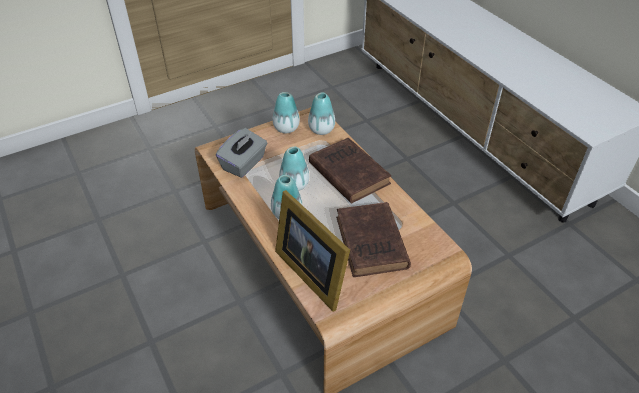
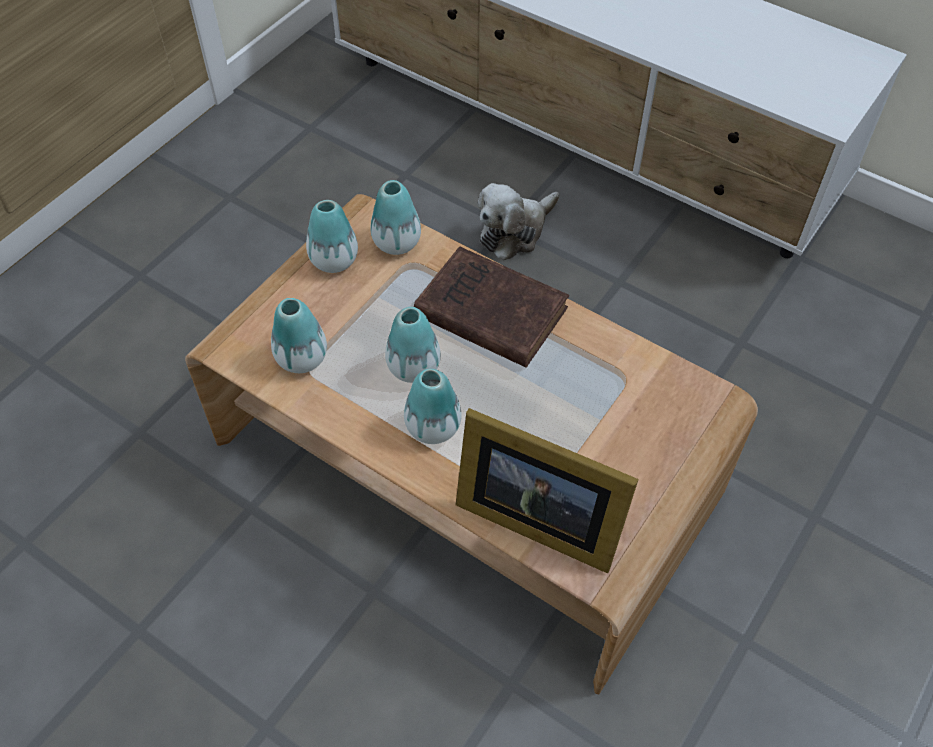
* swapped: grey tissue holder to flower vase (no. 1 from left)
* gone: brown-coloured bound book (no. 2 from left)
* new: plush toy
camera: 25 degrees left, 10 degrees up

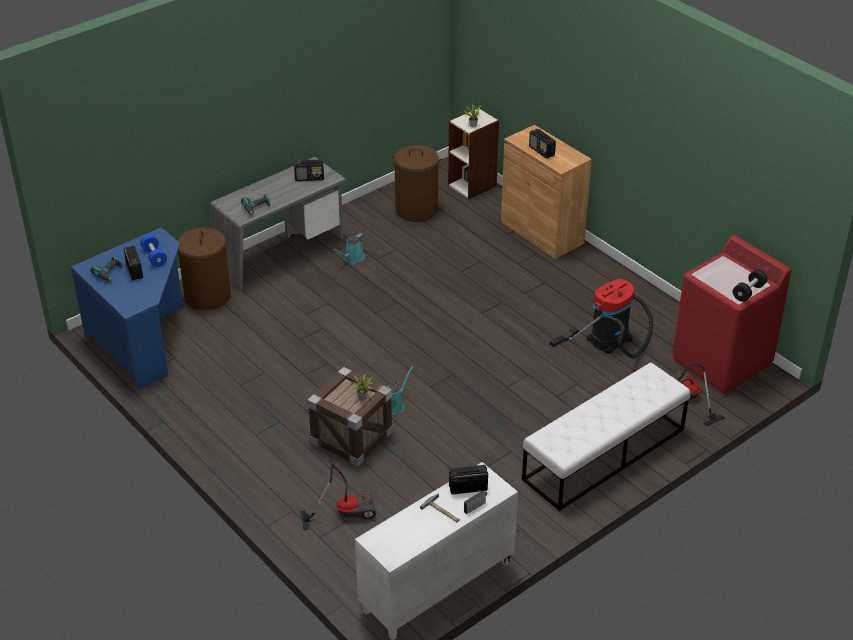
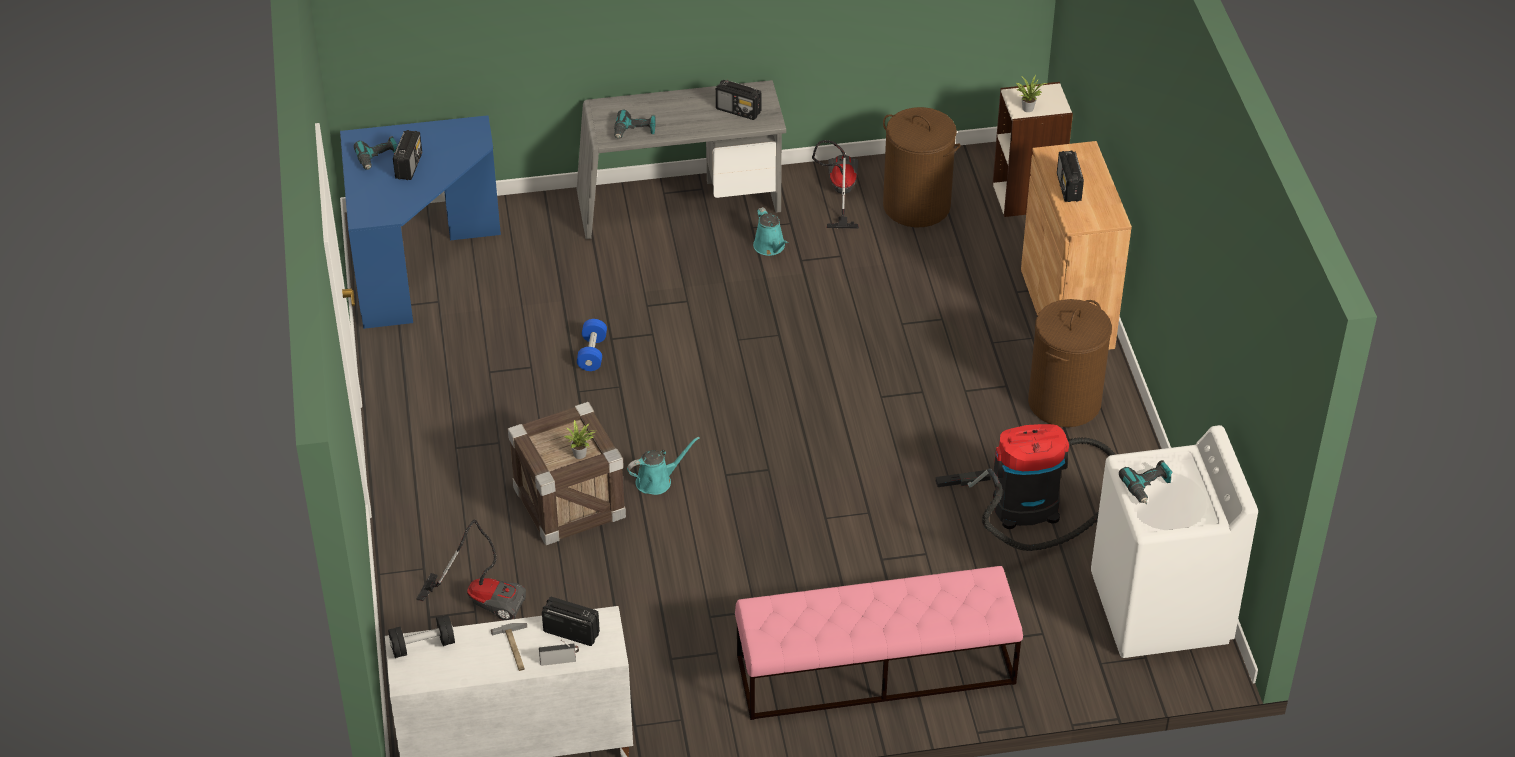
* shifted: brown-coloured hamper (no. 1 from left in the first image) to brown-coloured hamper (no. 2 from left)
* rotated: blue-green watering can (no. 1 from left in the first image) 90 degrees counterclockwise
* shifted: bluish hand weight
* repainted: red washing machine to whitish washing machine
* shifted: black-coloured hand weight
* repainted: whitish bench to pink-coloured bench
* shifted: hoover (no. 3 from left in the first image) to hoover (no. 2 from left)
* new: power drill (no. 3 from left)
camera: 30 degrees right, 5 degrees up

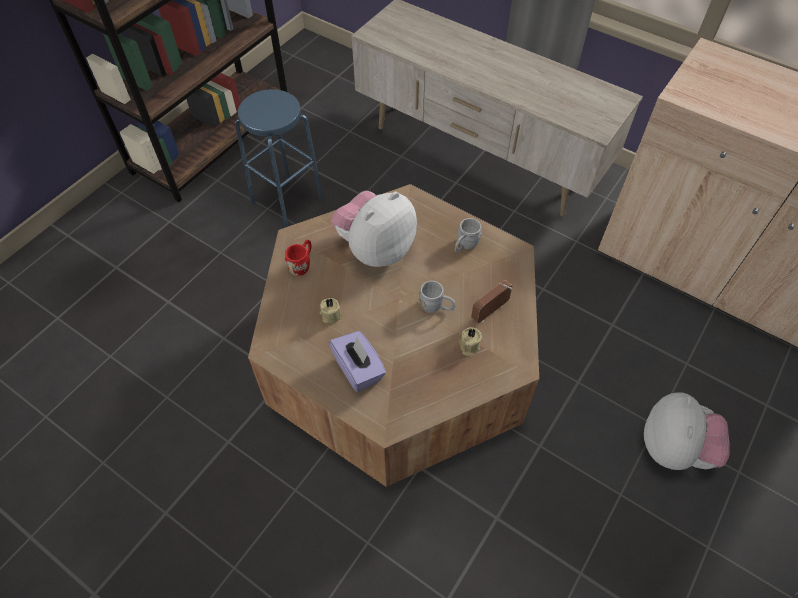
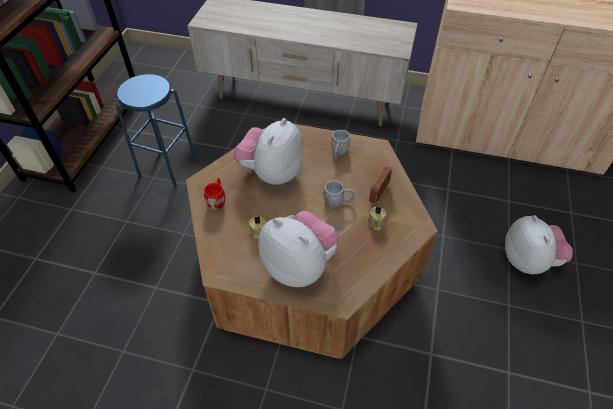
* swapped: purplish tissue holder to plush toy (no. 2 from left)
camera: 20 degrees left, 5 degrees down

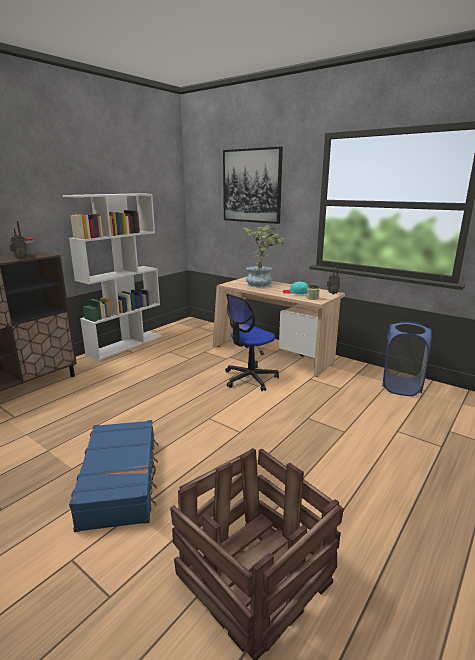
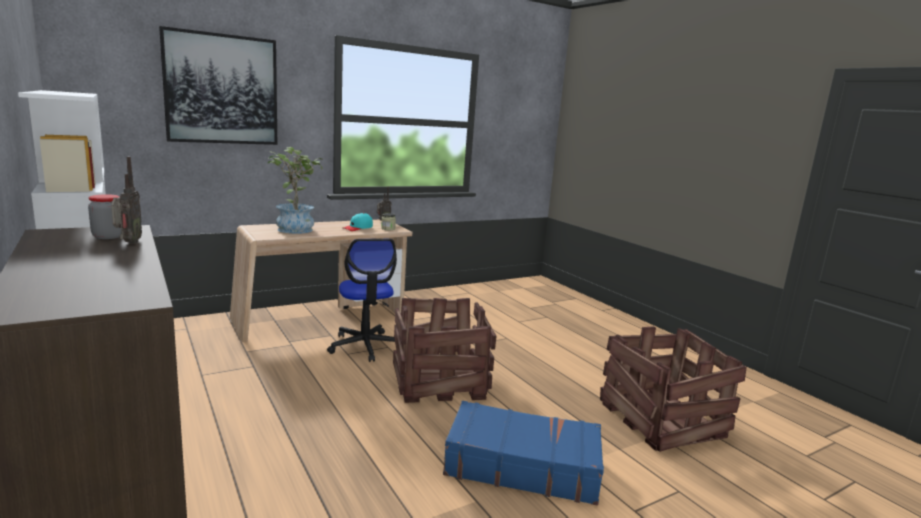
* gone: bluish hamper
* new: crate (no. 1 from left)
camera: 70 degrees left, 5 degrees down

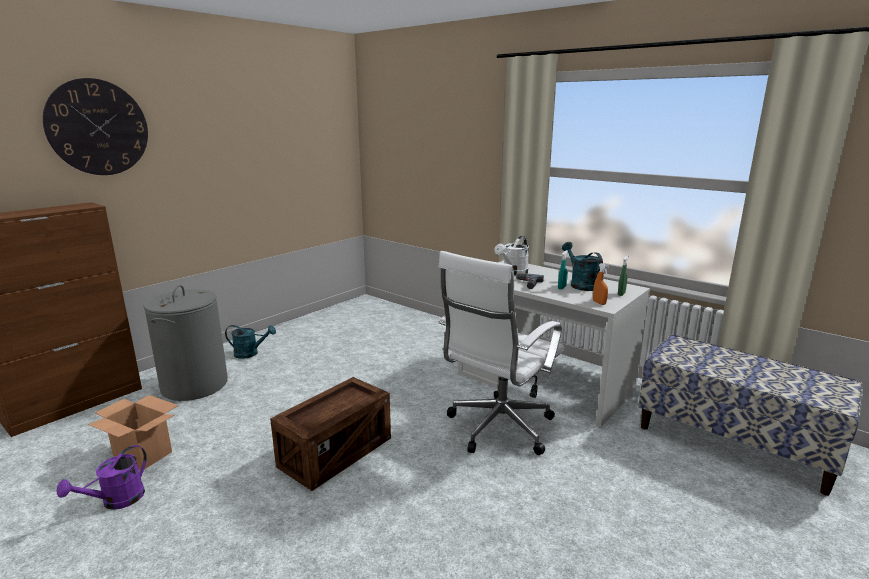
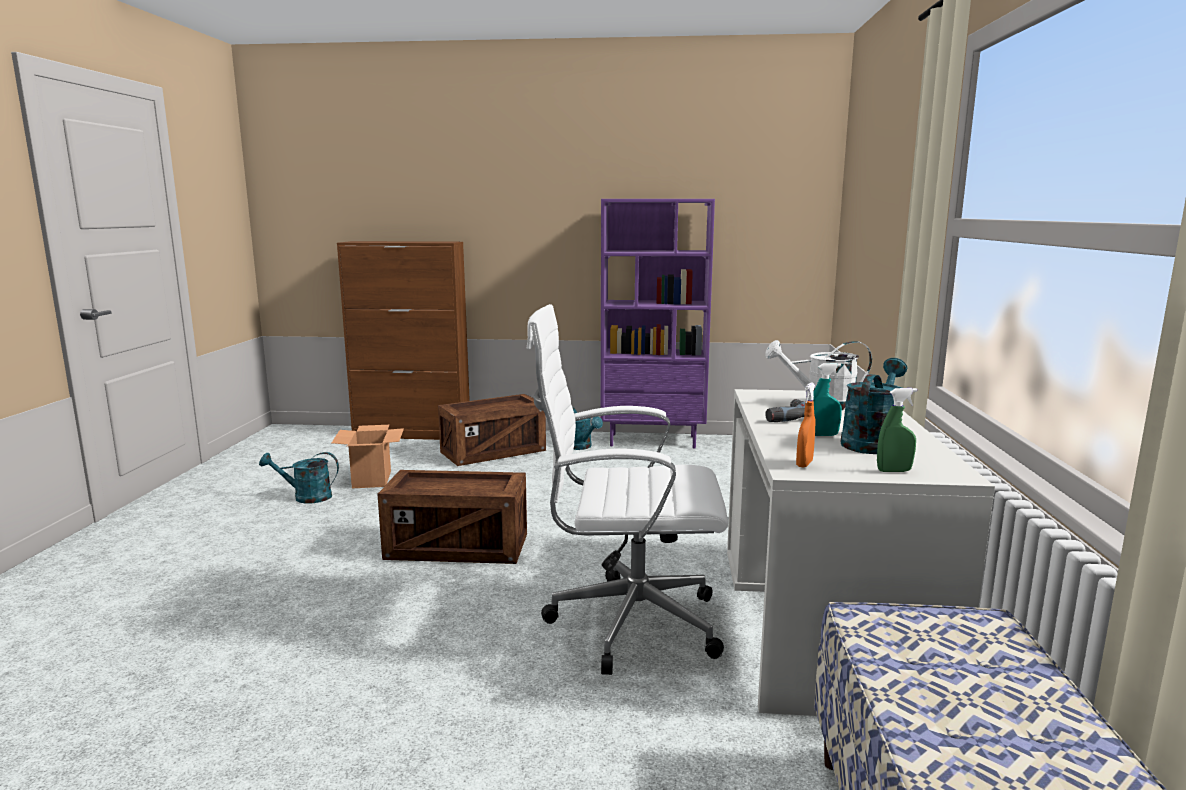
* gone: wall clock
* swapped: grey hamper to crate (no. 2 from left)
* repainted: purplish watering can to blue-green watering can (no. 1 from left)
* new: purplish shelving unit
camera: 55 degrees right, 5 degrees down

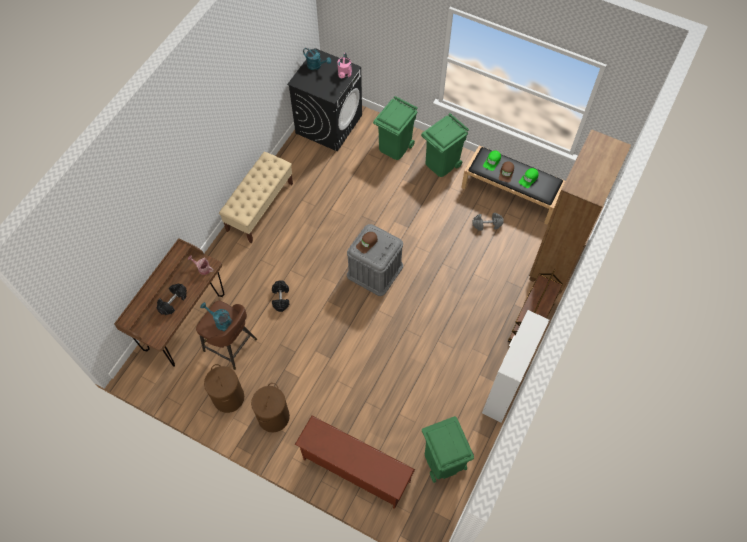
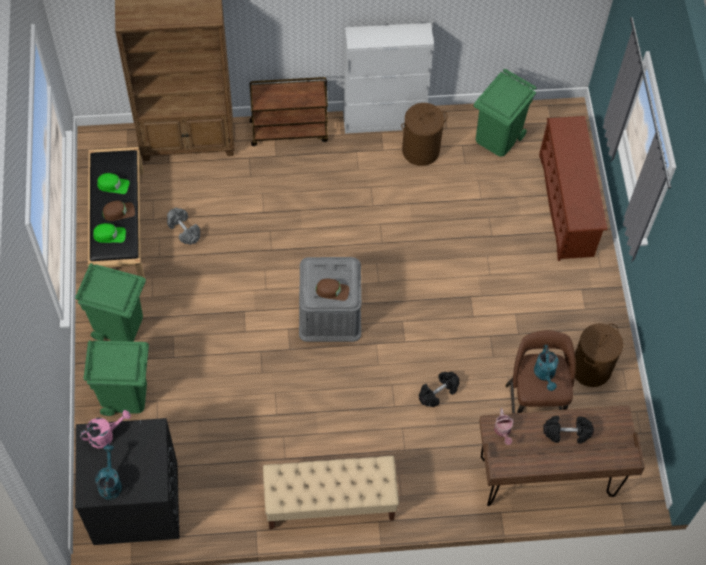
* shifted: brown-coloured hamper (no. 2 from left in the first image) to brown-coloured hamper (no. 1 from left)
camera: 125 degrees left, 0 degrees up

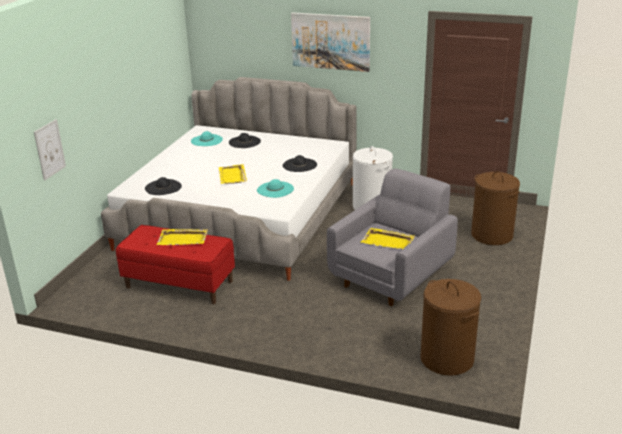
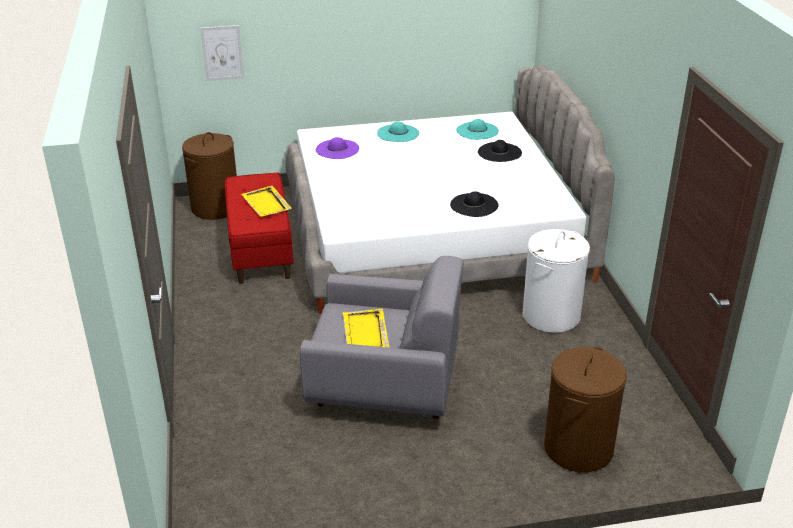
* gone: wall picture (no. 2 from left)
* gone: yellow carrying tray (no. 2 from left)
* repainted: black-coloured wearable hat (no. 1 from left) to purplish wearable hat
* shifted: blue-green wearable hat (no. 2 from left in the first image) to blue-green wearable hat (no. 1 from left)
* shifted: brown-coloured hamper (no. 1 from left)
camera: 60 degrees right, 5 degrees up

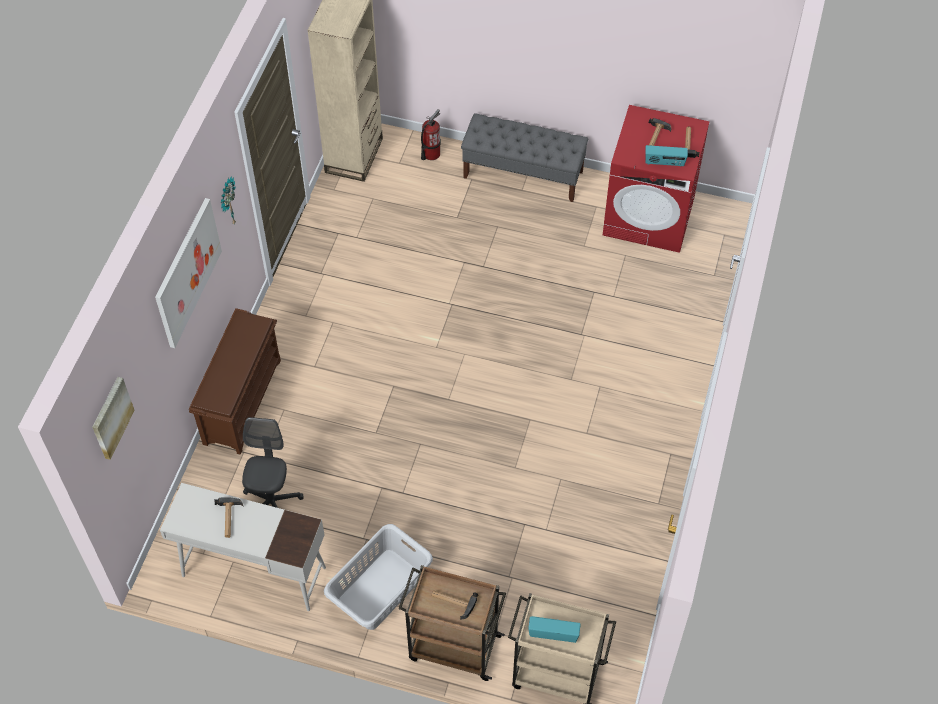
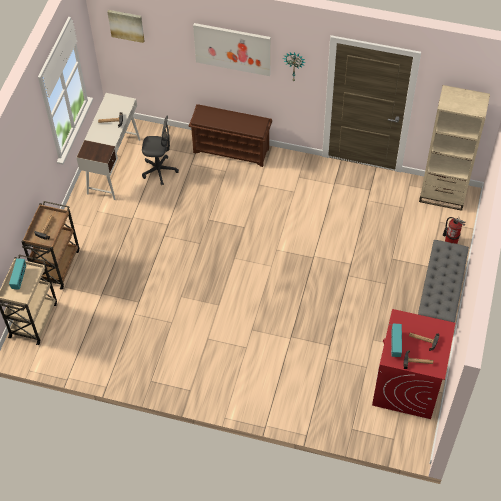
* gone: grey hamper
camera: 90 degrees right, 0 degrees up

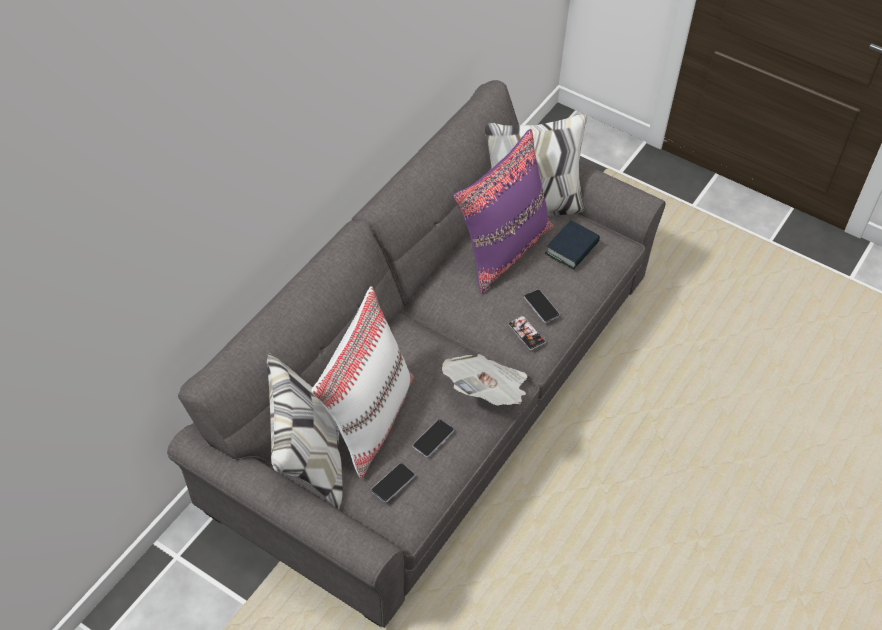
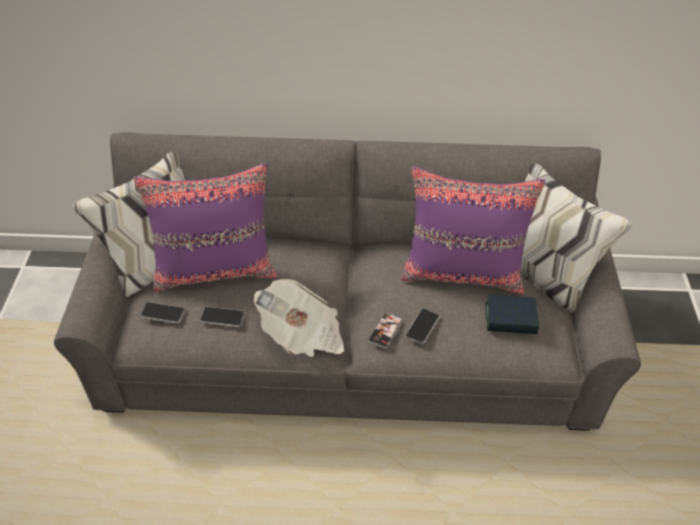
* repainted: whitish pillow to purplish pillow (no. 1 from left)
camera: 60 degrees right, 5 degrees down

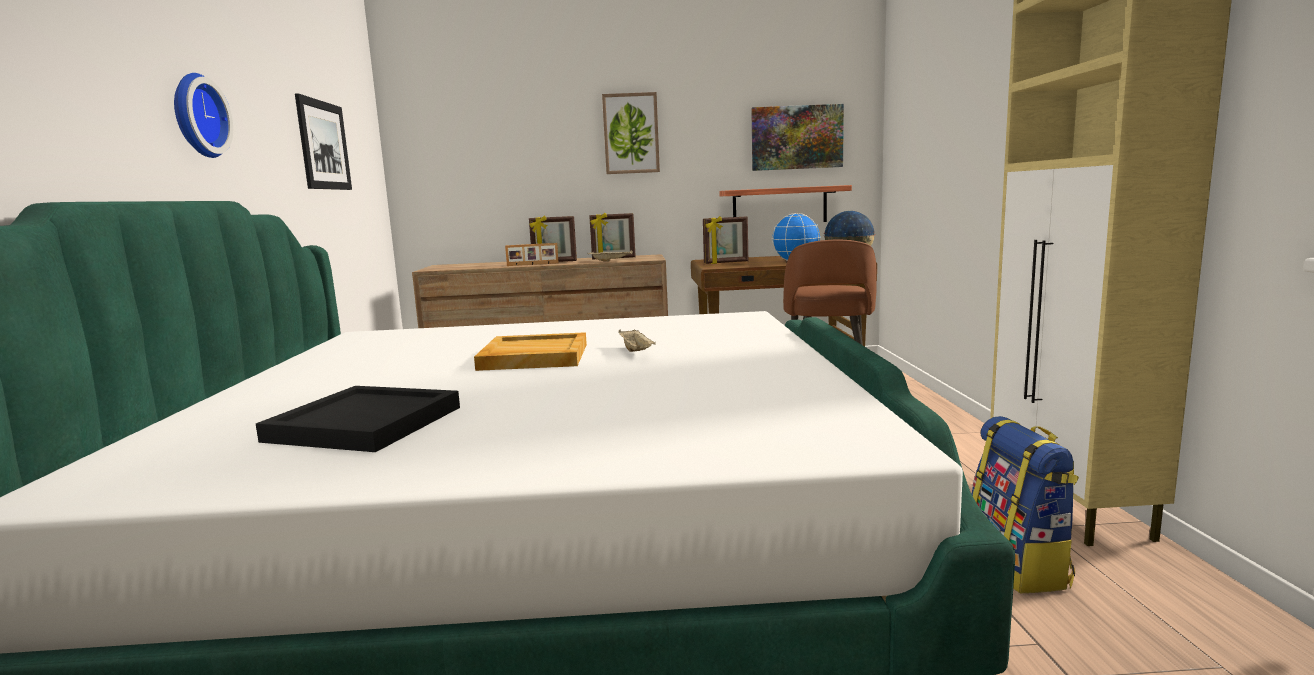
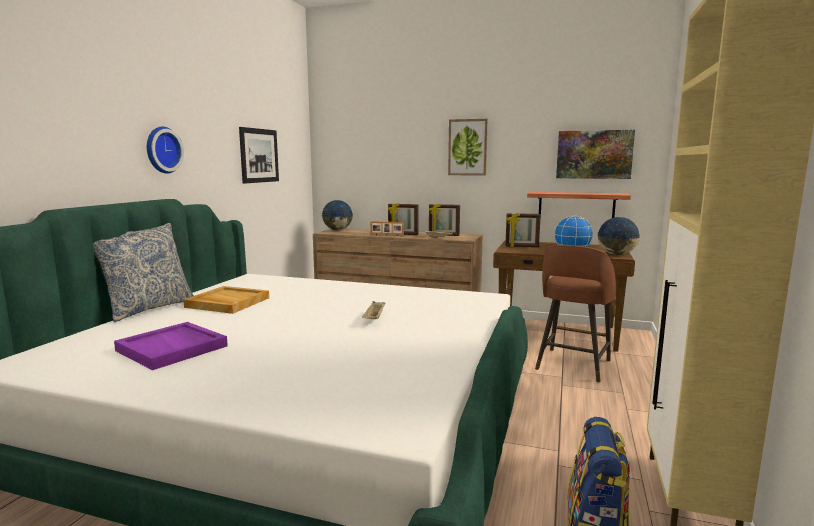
* shifted: beige-coloured carrying tray (no. 1 from left)
* repainted: black-coloured carrying tray to purplish carrying tray
* new: desk globe (no. 1 from left)
* new: pillow
camera: 20 degrees right, 0 degrees up

